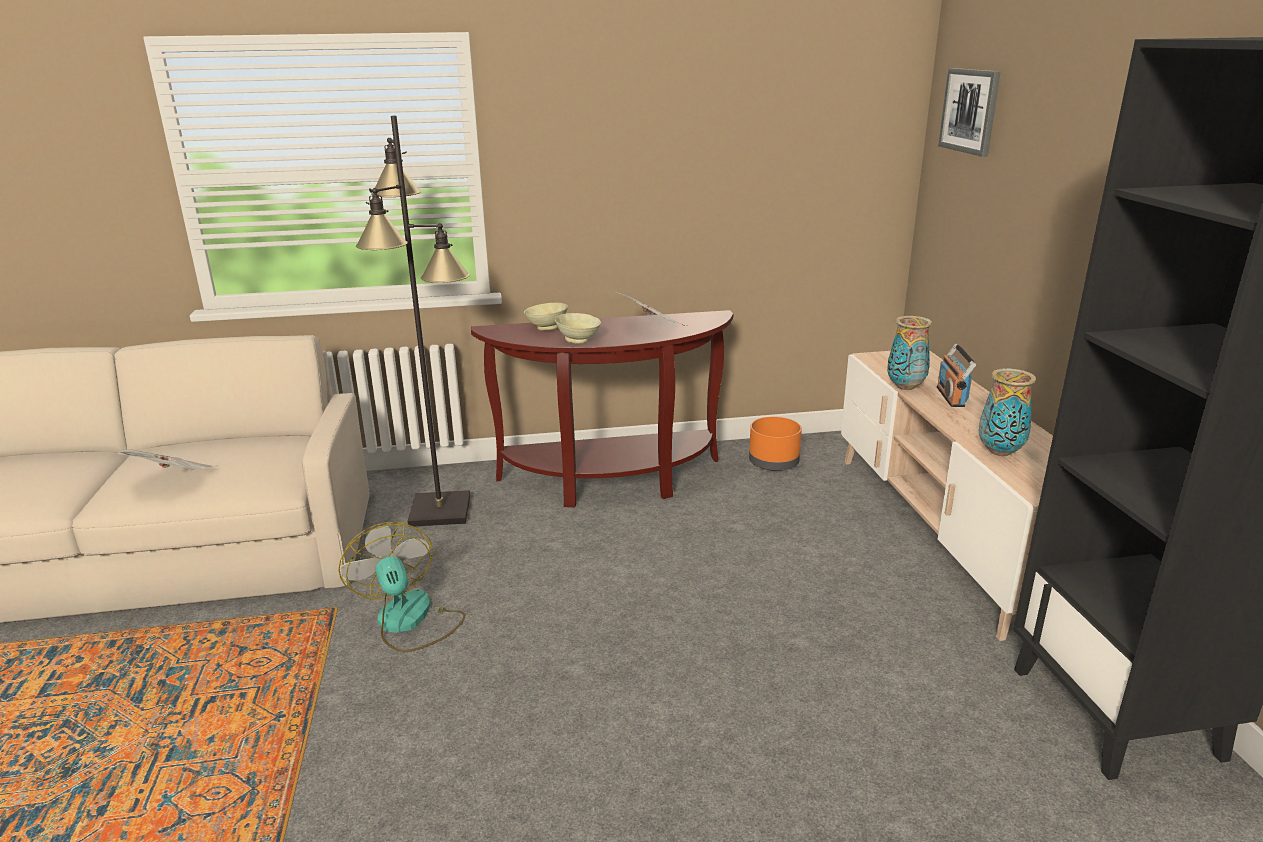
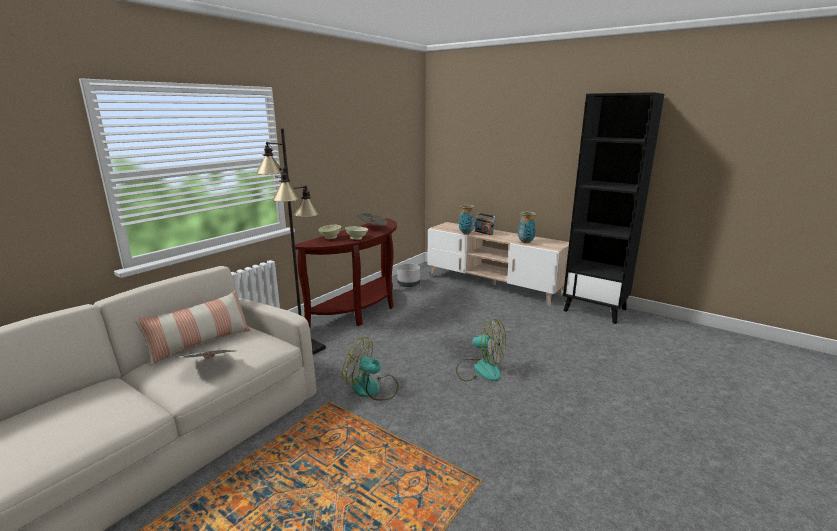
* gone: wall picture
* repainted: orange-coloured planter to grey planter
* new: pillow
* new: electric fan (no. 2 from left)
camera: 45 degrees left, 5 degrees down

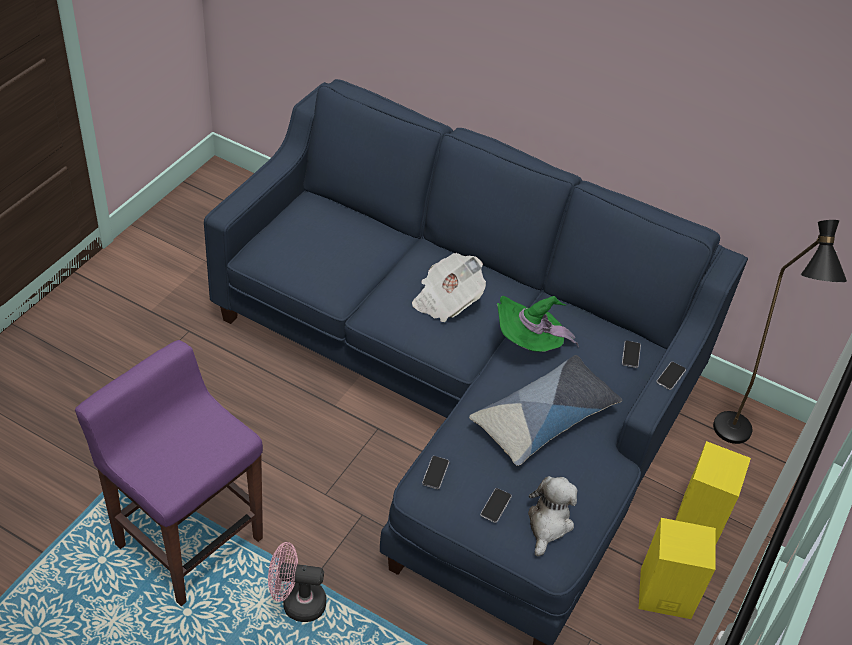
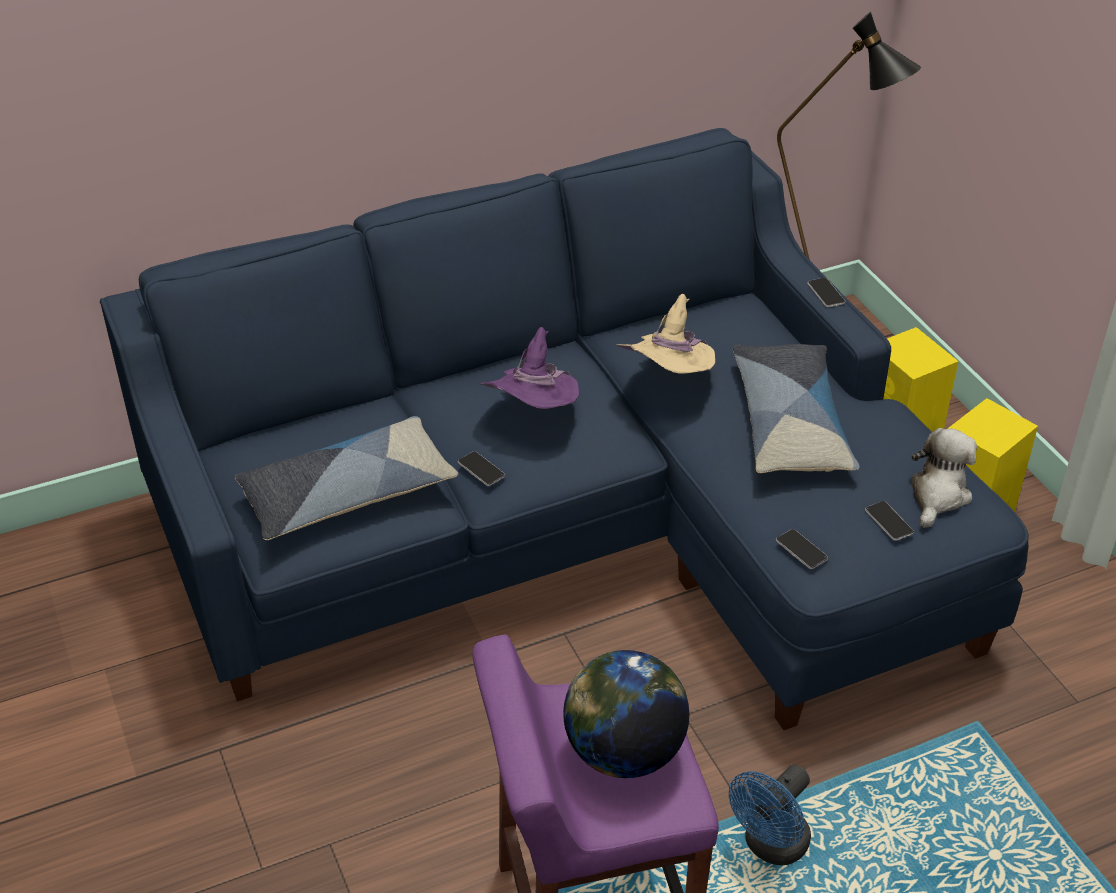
* swapped: daily paper to purplish wearable hat
* repainted: green-coloured wearable hat to beige-coloured wearable hat
* shifted: handset (no. 3 from left in the first image) to handset (no. 1 from left)
* rotated: plush toy 60 degrees clockwise
* repainted: pink-coloured electric fan to bluish electric fan
* new: pillow (no. 1 from left)
* new: desk globe
camera: 50 degrees left, 5 degrees down

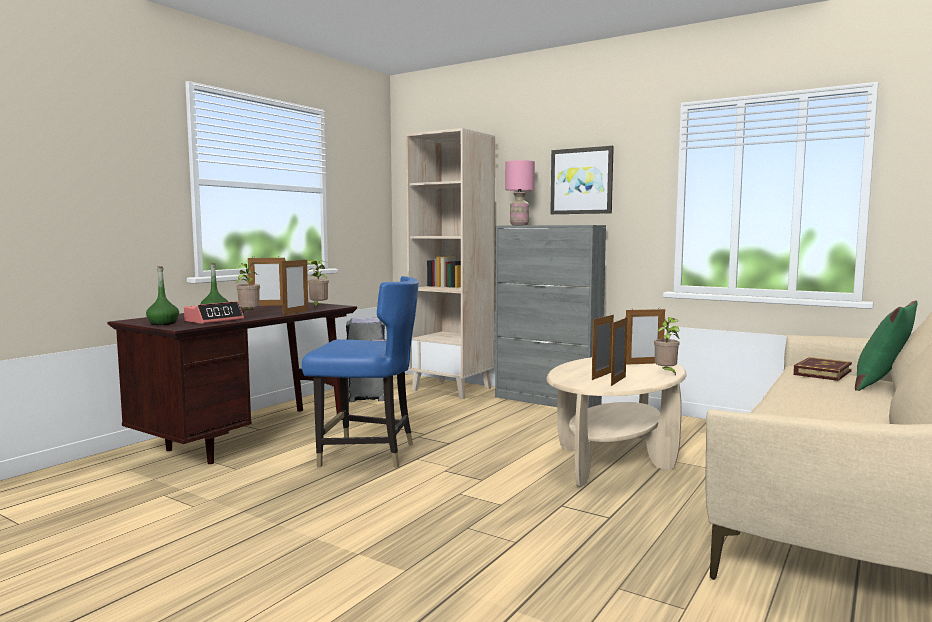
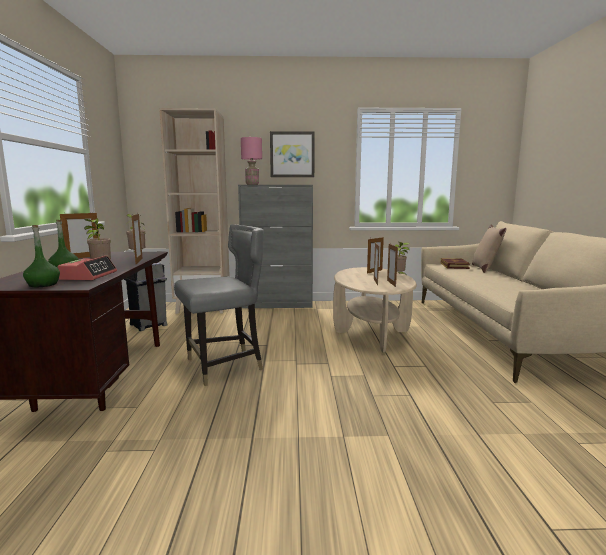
* repainted: bluish chair to grey chair
* repainted: green-coloured pillow to beige-coloured pillow
camera: 35 degrees left, 5 degrees up

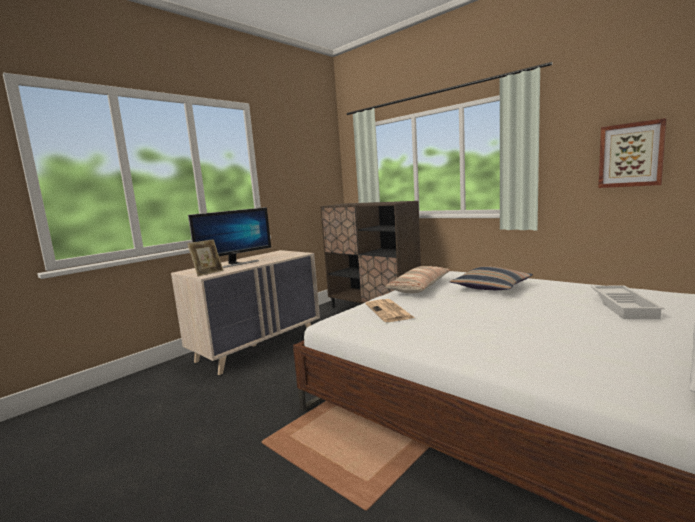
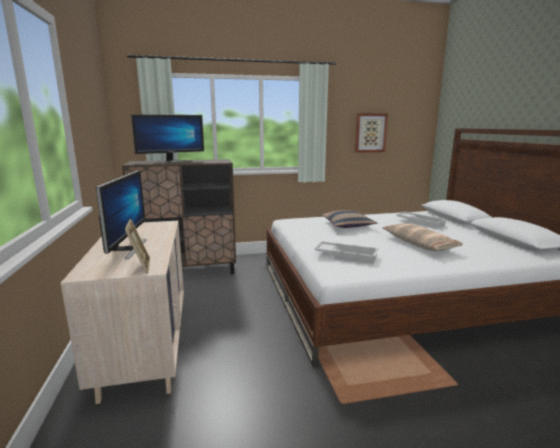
* shifted: pillow (no. 1 from left in the first image) to pillow (no. 2 from left)
* swapped: daily paper to whitish carrying tray (no. 1 from left)
* new: computer screen (no. 2 from left)
camera: 55 degrees left, 5 degrees up

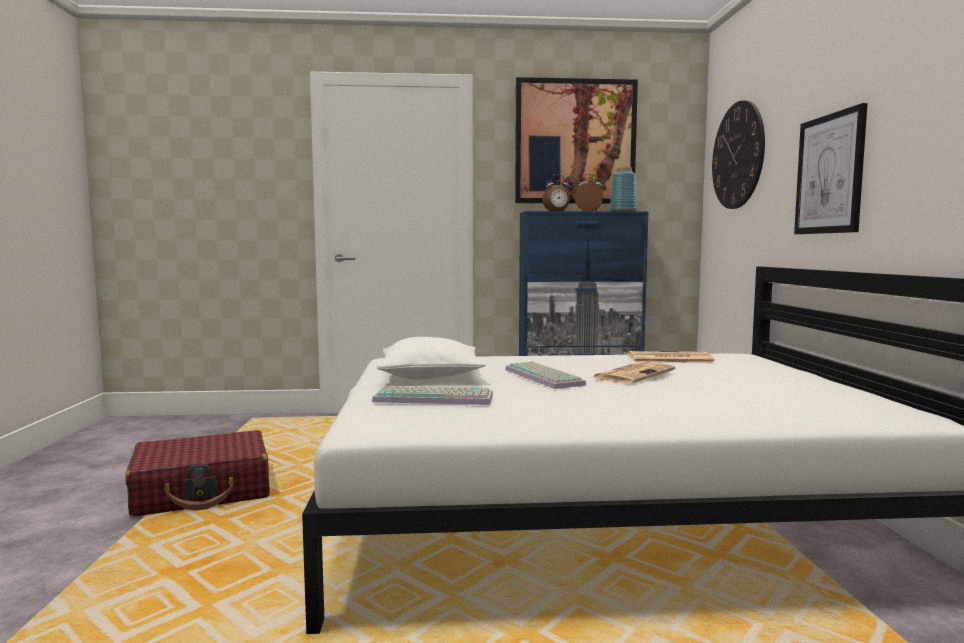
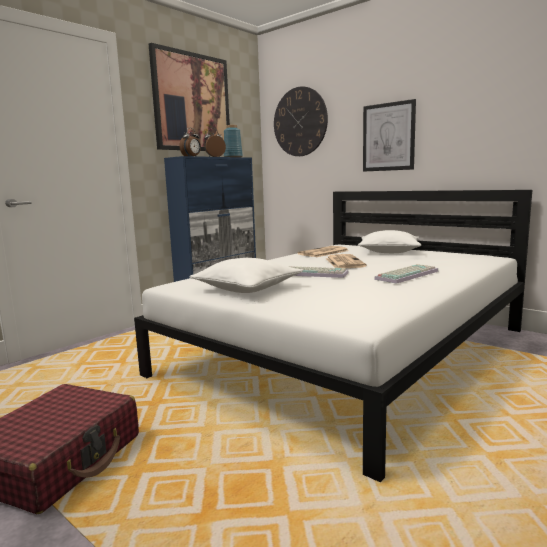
* shifted: PC keyboard (no. 1 from left in the first image) to PC keyboard (no. 2 from left)
* new: whitish pillow (no. 2 from left)
camera: 45 degrees left, 5 degrees up

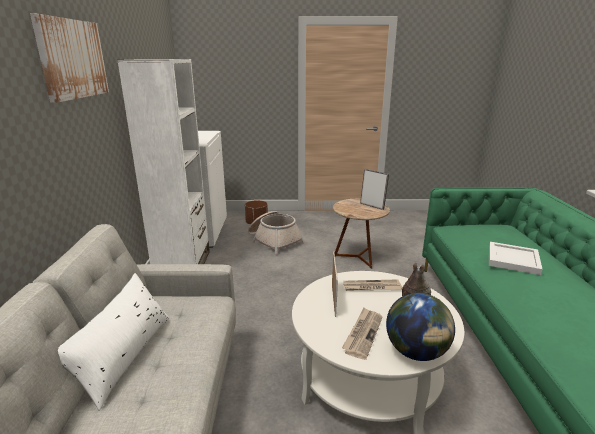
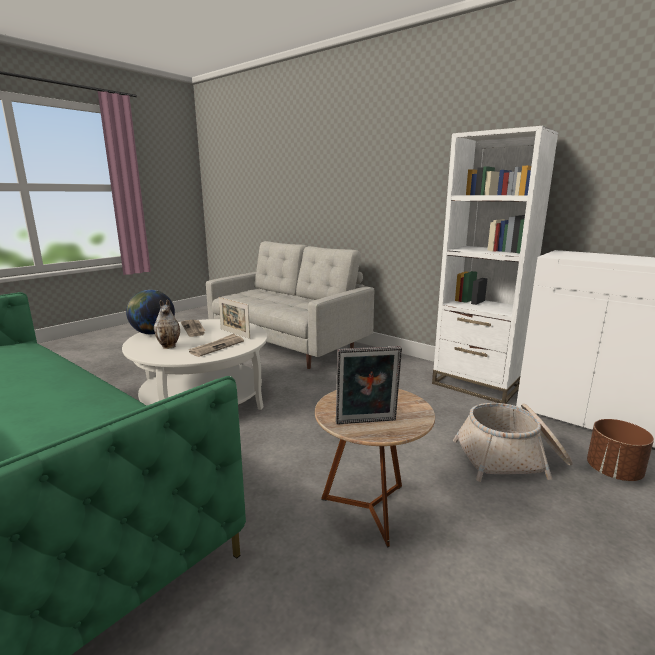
* gone: wall picture
* gone: whitish carrying tray
* gone: whitish pillow
camera: 130 degrees right, 5 degrees down

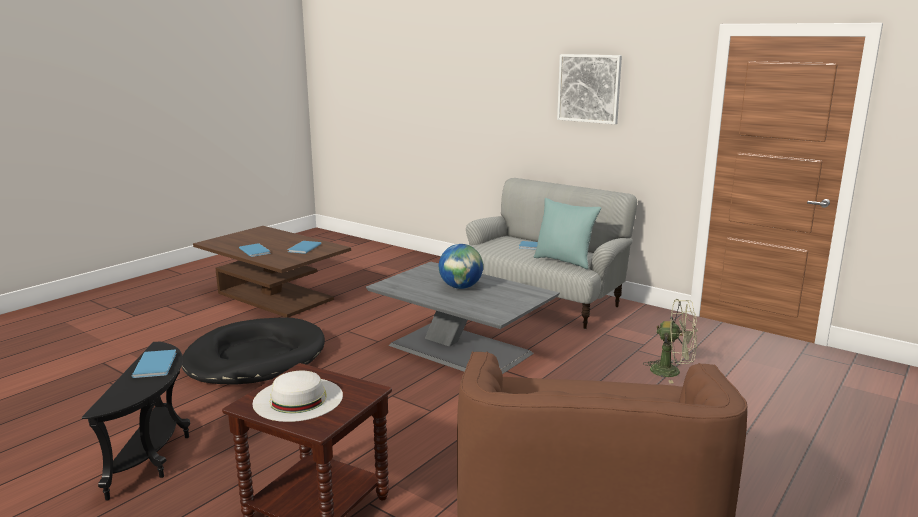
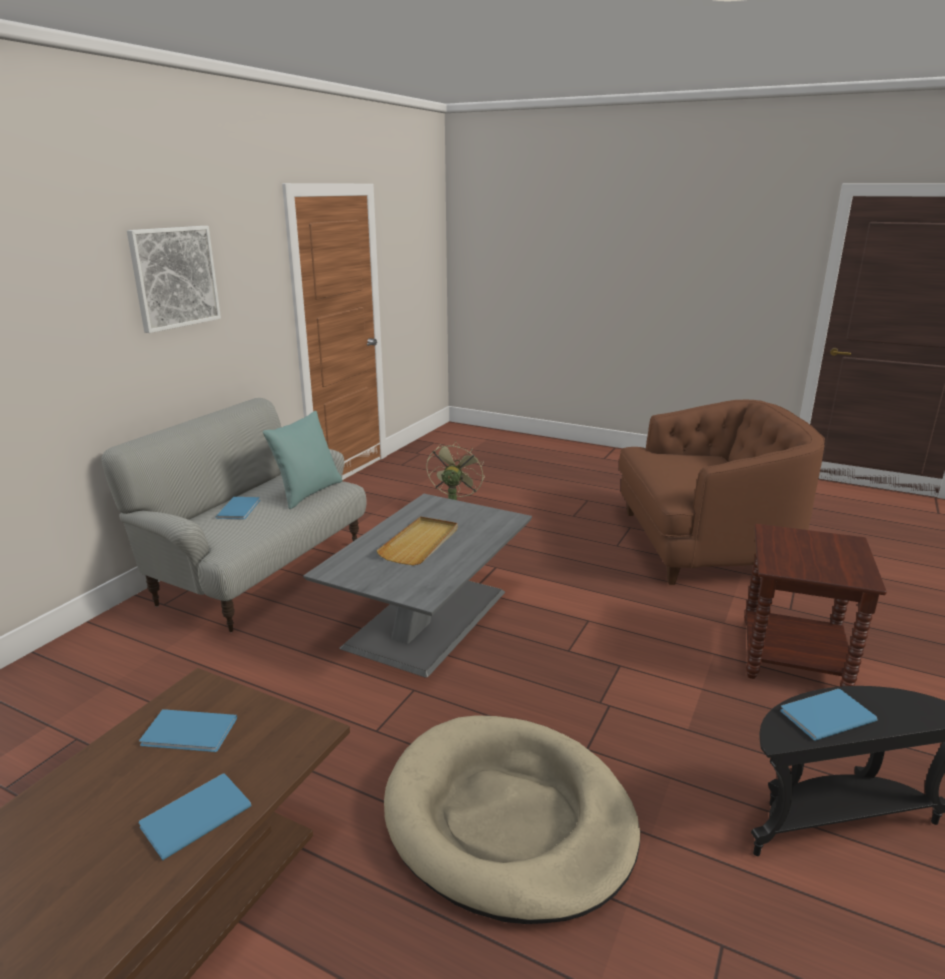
* swapped: desk globe to beige-coloured carrying tray
* repainted: black-coloured pet bed to beige-coloured pet bed
* gone: whitish wearable hat
camera: 100 degrees left, 5 degrees up

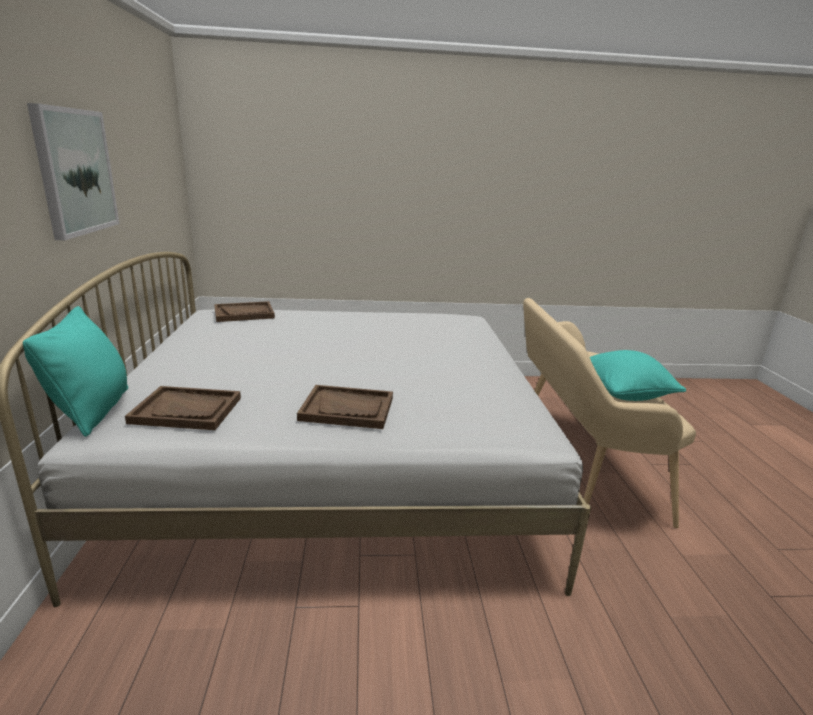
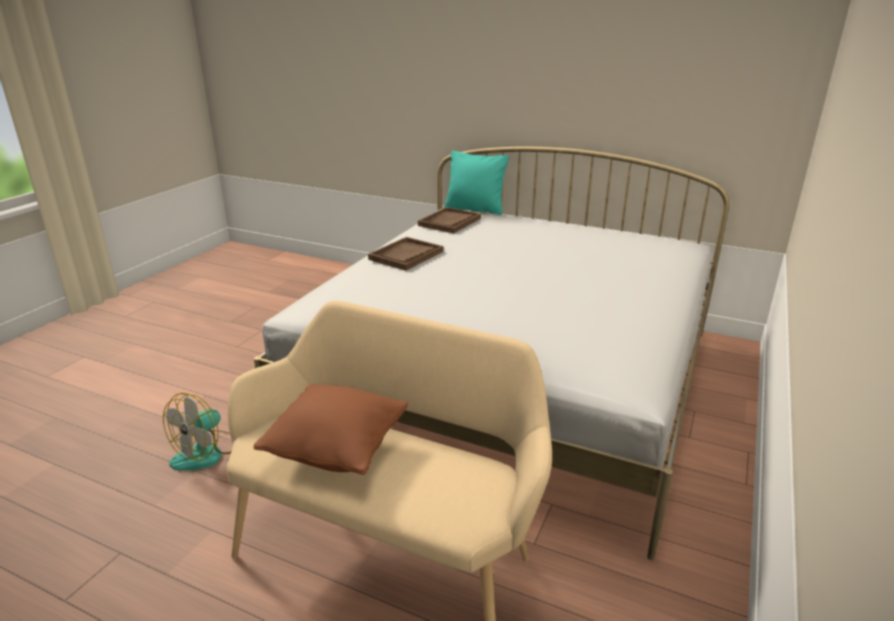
* gone: wall picture
* gone: brown-coloured carrying tray (no. 2 from left)
* repainted: blue-green pillow (no. 2 from left) to brown-coloured pillow
* new: electric fan
camera: 120 degrees right, 5 degrees up

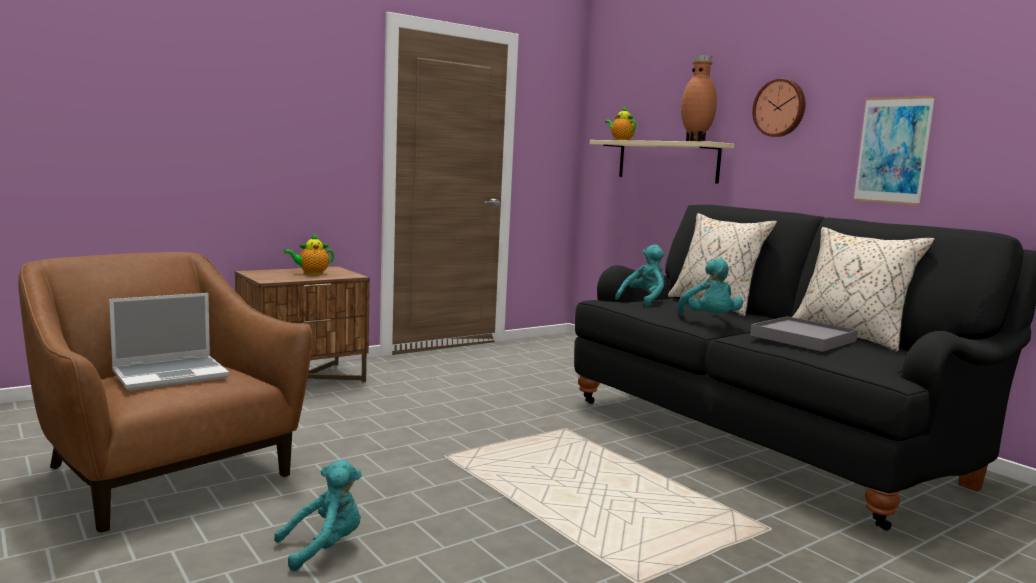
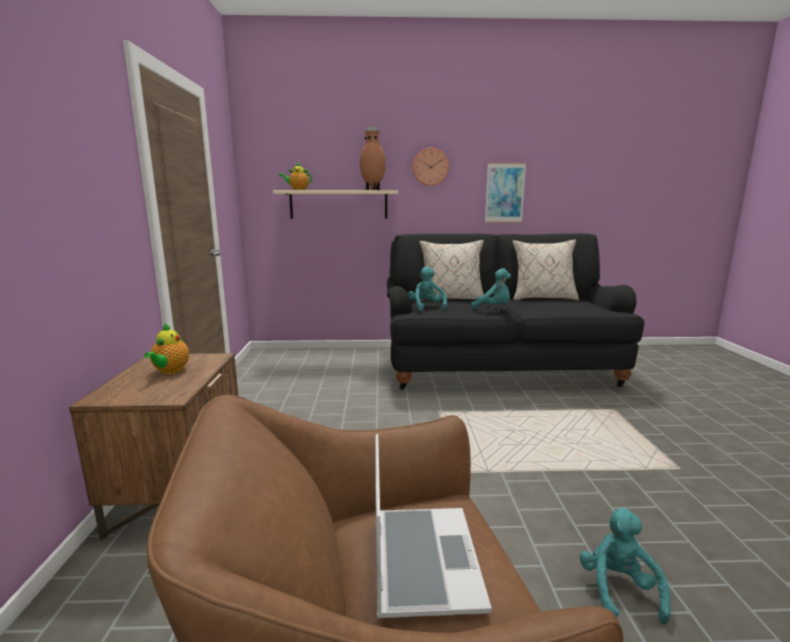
* gone: grey carrying tray
camera: 55 degrees left, 5 degrees up

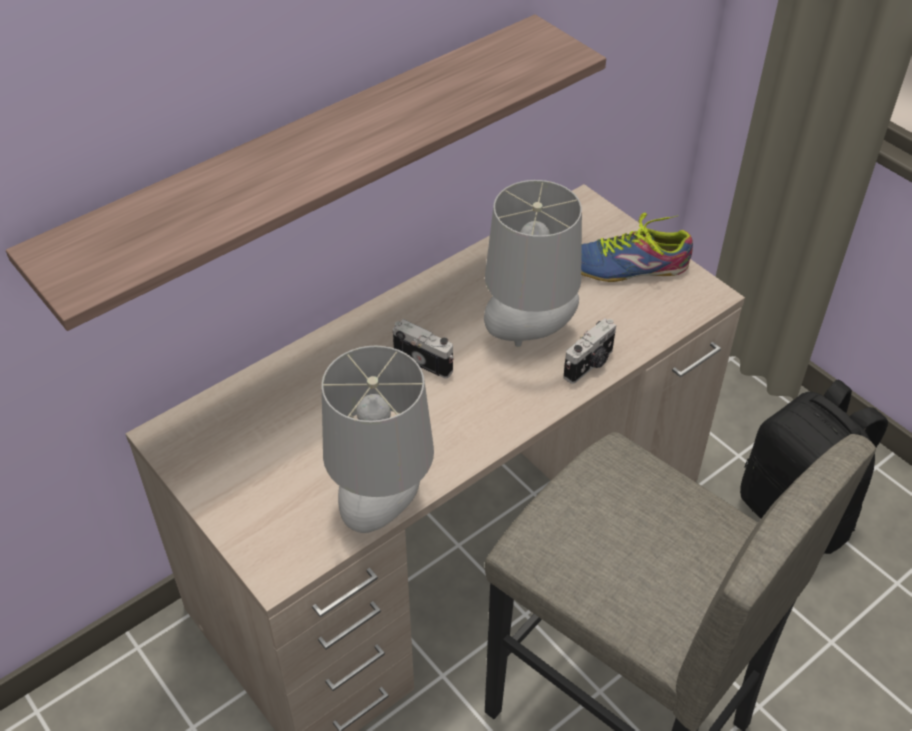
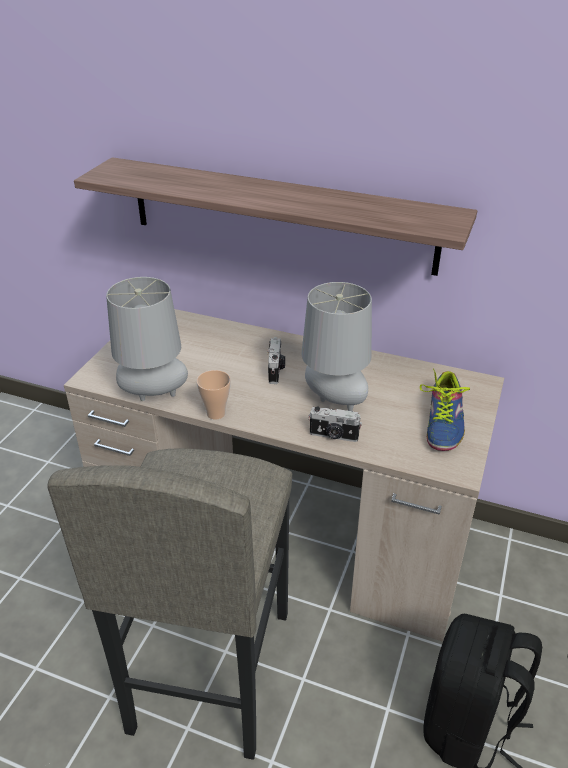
* rotated: low shoe 135 degrees counterclockwise
* new: drinking cup
camera: 60 degrees right, 10 degrees down

